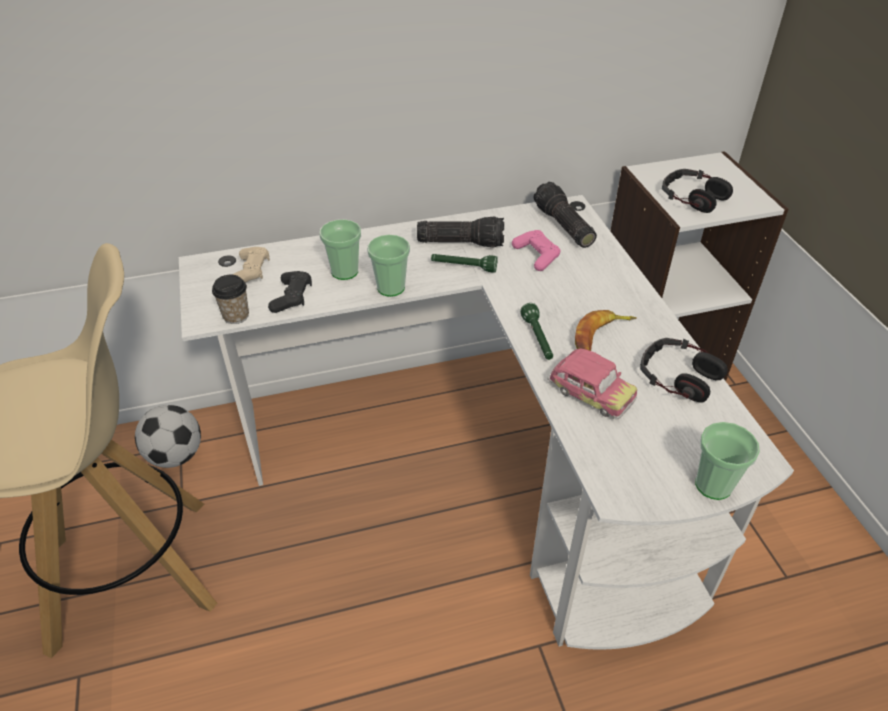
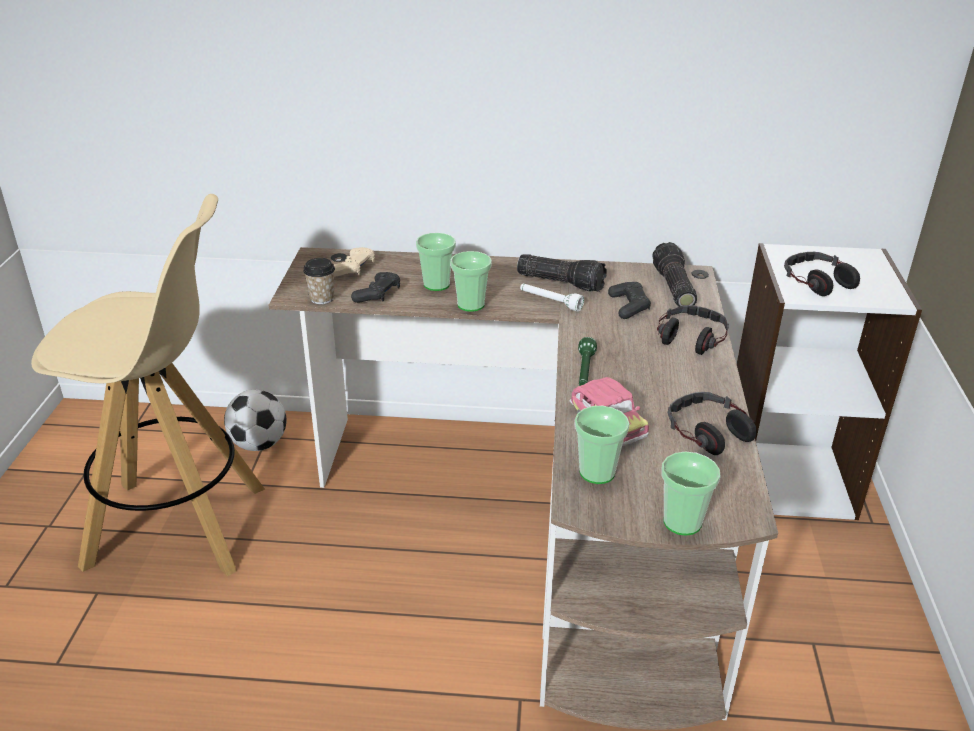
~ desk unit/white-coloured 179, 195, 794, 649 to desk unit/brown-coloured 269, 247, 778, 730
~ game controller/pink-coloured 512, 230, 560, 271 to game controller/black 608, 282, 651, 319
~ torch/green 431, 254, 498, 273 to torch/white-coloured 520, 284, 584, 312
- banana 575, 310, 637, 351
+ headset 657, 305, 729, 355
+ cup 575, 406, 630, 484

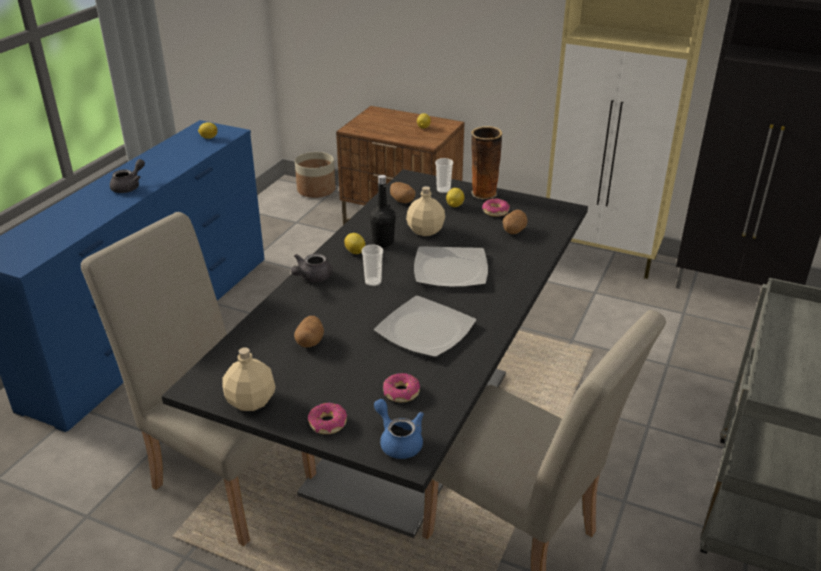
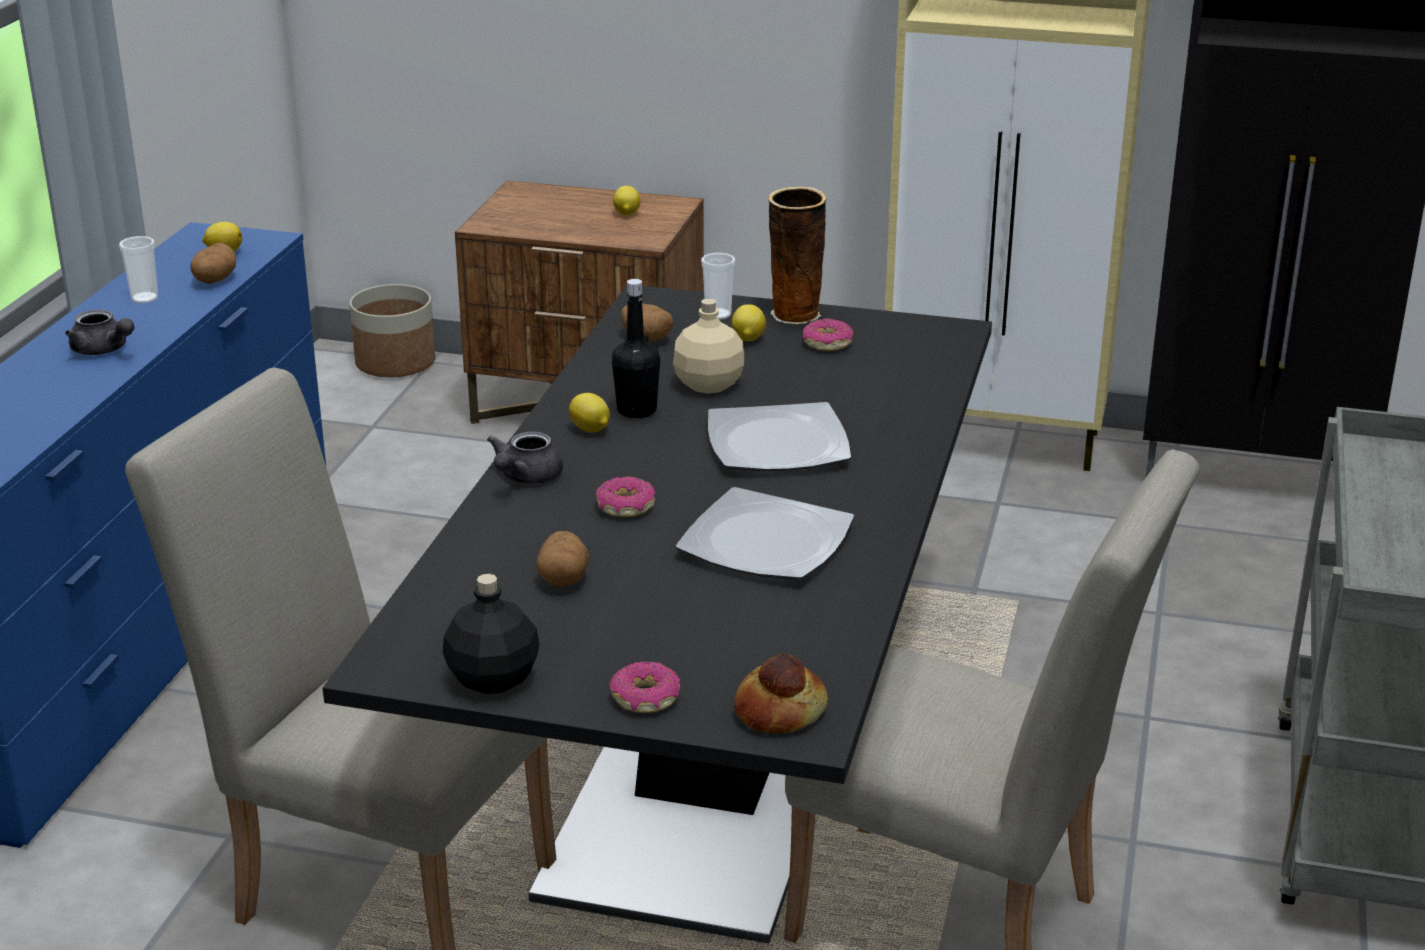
~ teapot/greyish 110, 159, 145, 193 = 65, 310, 134, 355 105 degrees clockwise
~ potato 503, 210, 528, 234 to 191, 243, 237, 284
~ cup 361, 245, 383, 286 to 119, 236, 158, 303
~ drink bottle/sand-coloured 222, 347, 276, 411 to drink bottle/black 443, 574, 540, 694
~ ring doughnut 383, 373, 420, 402 to 596, 476, 655, 517
~ teapot/blue 374, 399, 424, 459 to bakery bread 734, 653, 828, 733

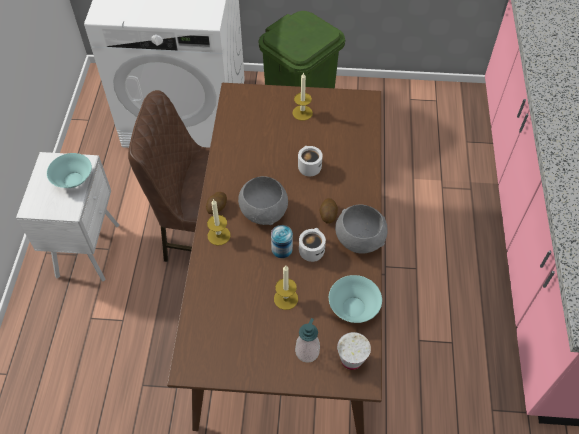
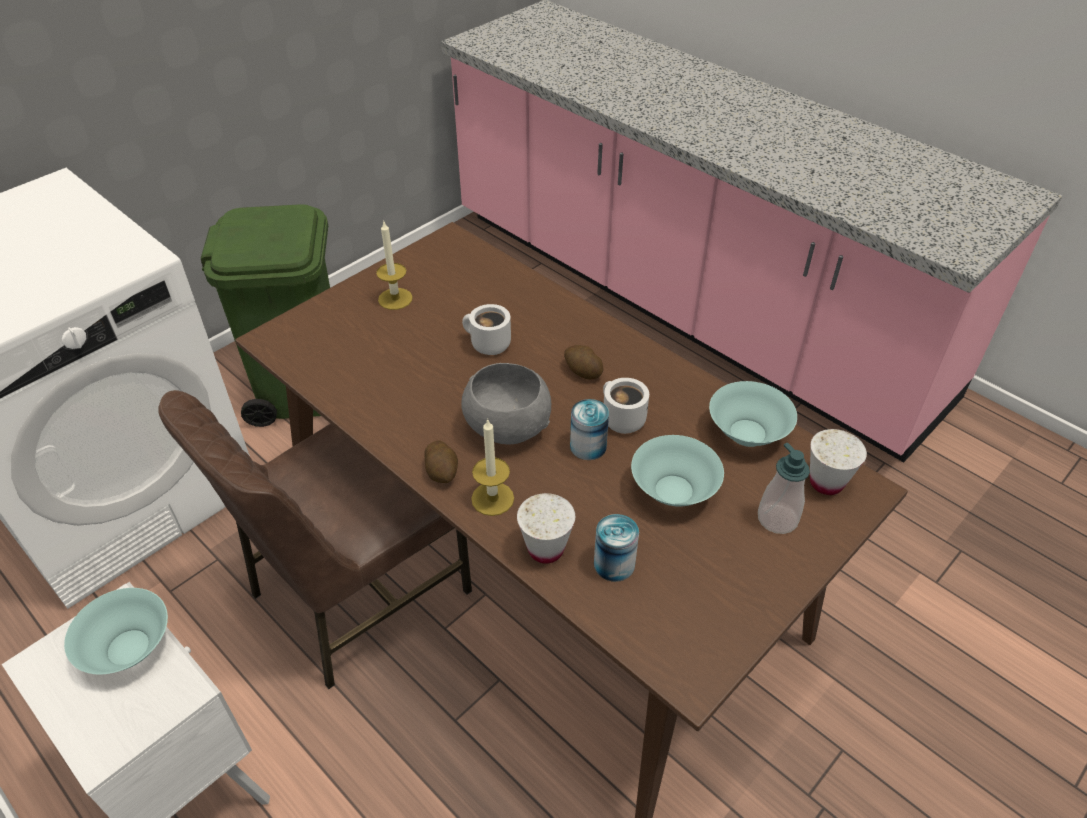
- serving bowl/greyish 335, 204, 388, 254
~ candle 274, 266, 298, 310 to serving bowl/turquoise 631, 435, 724, 507
+ cup/white-coloured 517, 493, 575, 564
+ can 594, 514, 639, 582

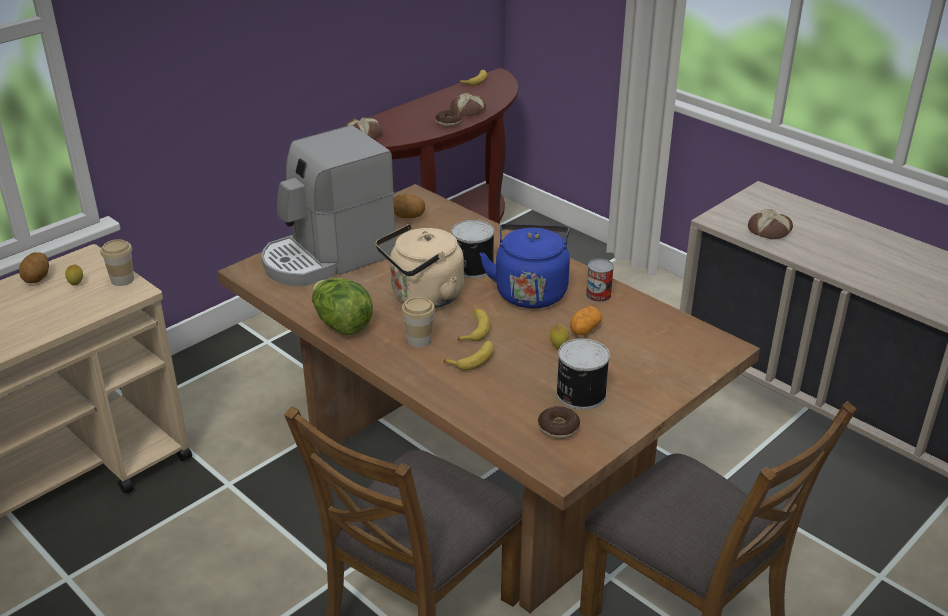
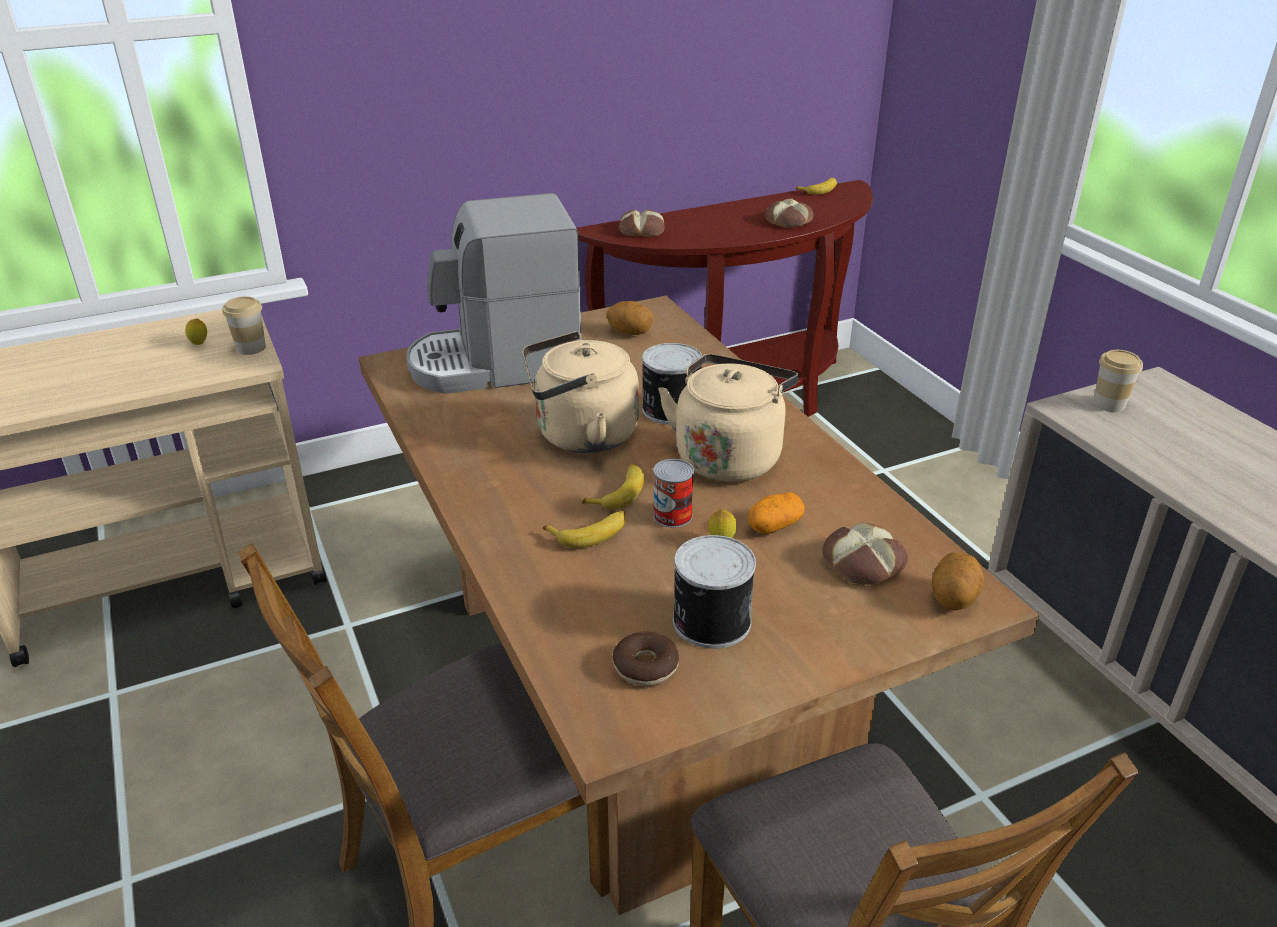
- ring doughnut 435, 110, 462, 127
~ bakery bread 748, 209, 793, 239 to 823, 523, 908, 585
~ water kettle/blue 480, 224, 570, 309 to water kettle/sand-coloured 658, 354, 799, 482
~ potato 19, 252, 49, 283 to 932, 552, 984, 611
~ can 586, 259, 614, 302 to 653, 459, 694, 528
- head of lettuce 312, 278, 373, 335
~ cup 402, 297, 435, 348 to 1093, 350, 1143, 412

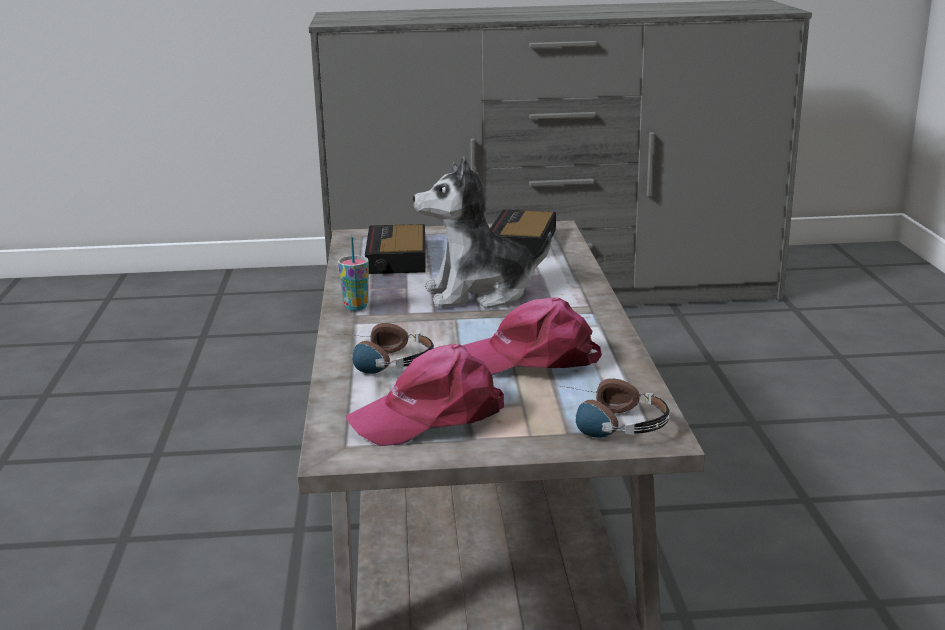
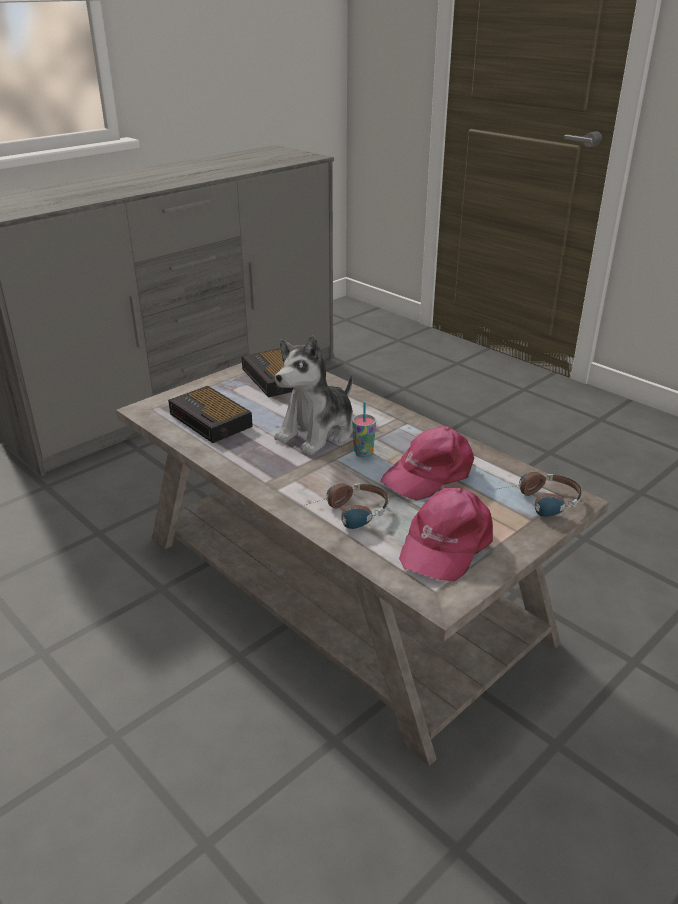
~ cup 338, 237, 369, 311 to 352, 402, 376, 457

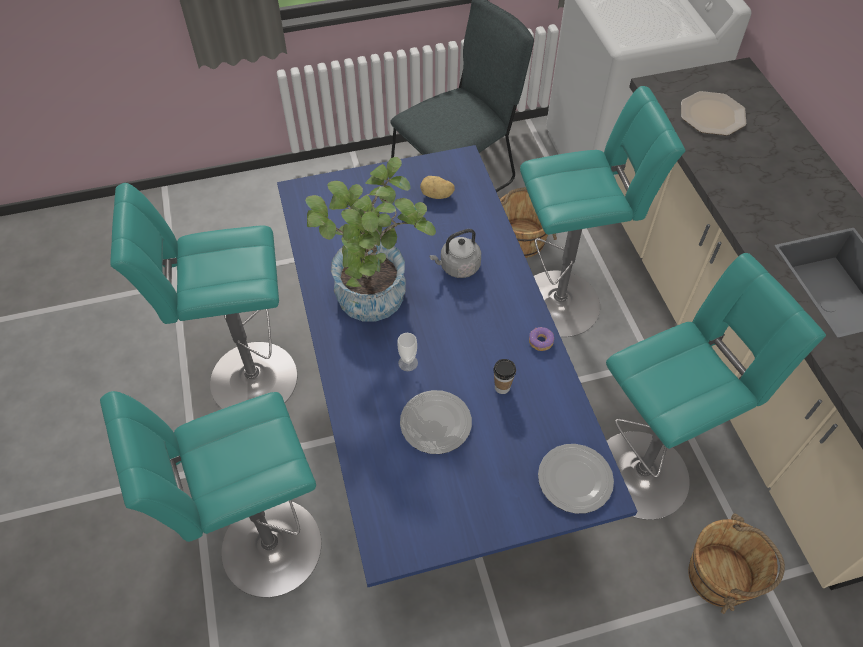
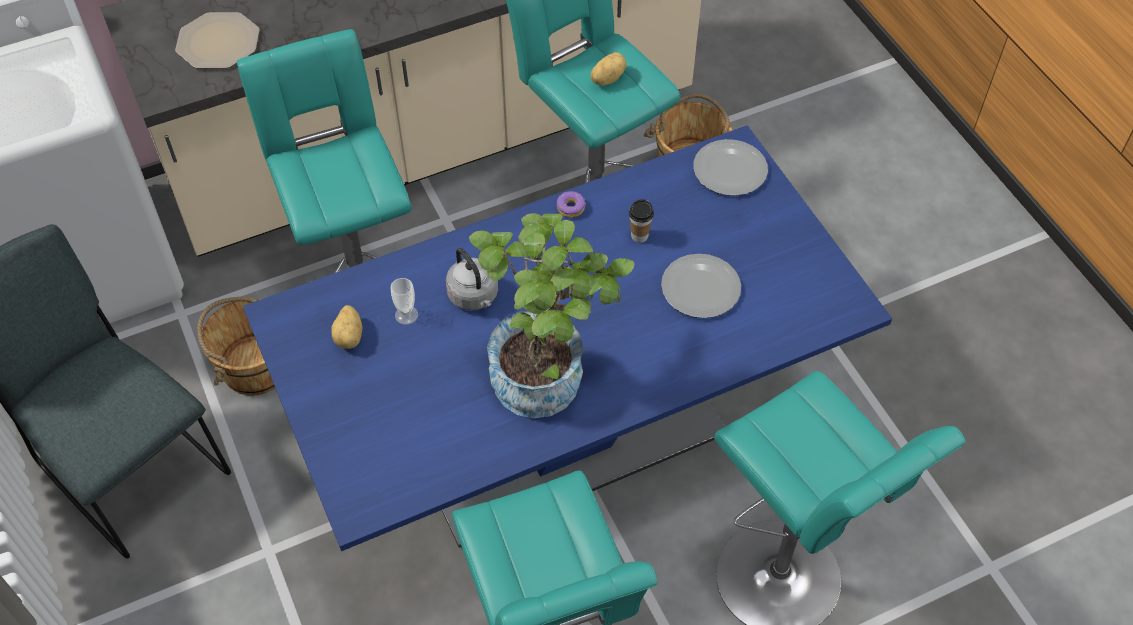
~ cup 398, 333, 418, 371 to 391, 278, 418, 325
+ potato 590, 52, 626, 85

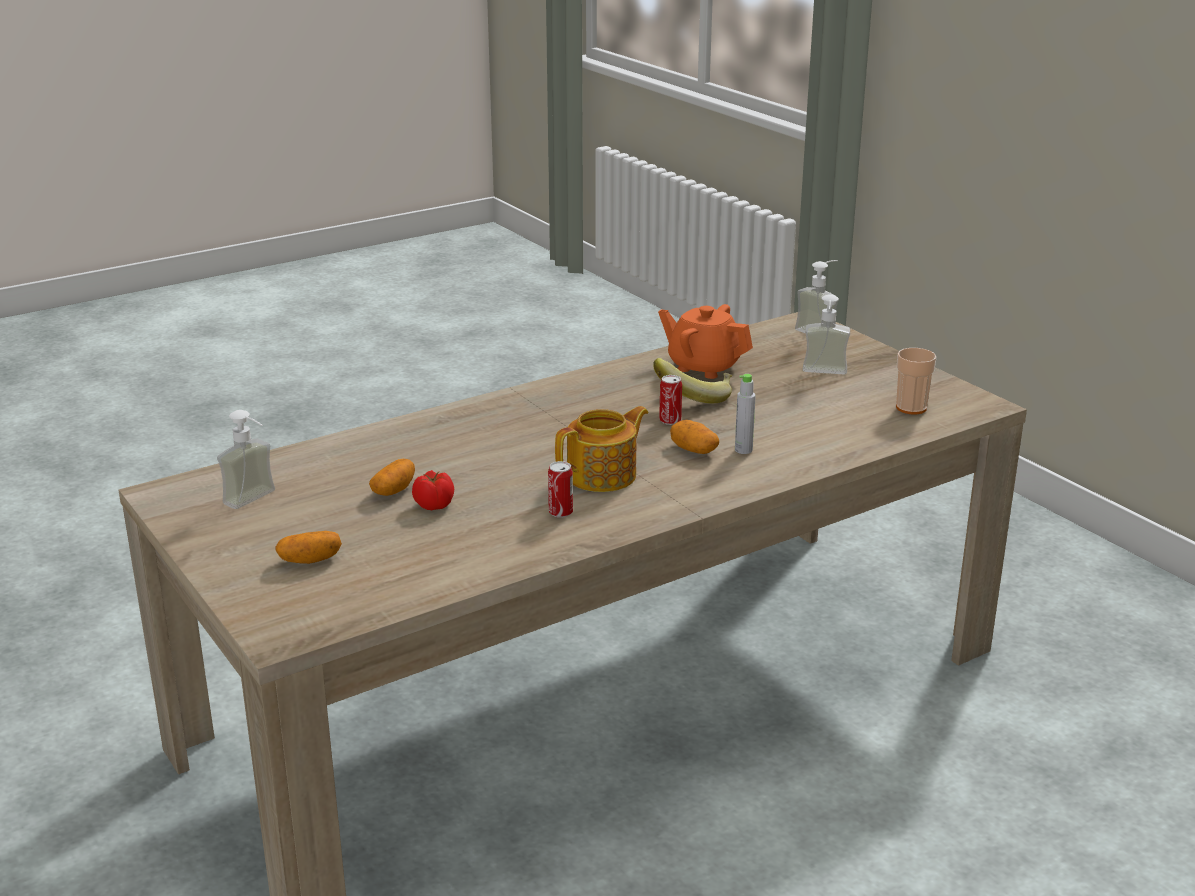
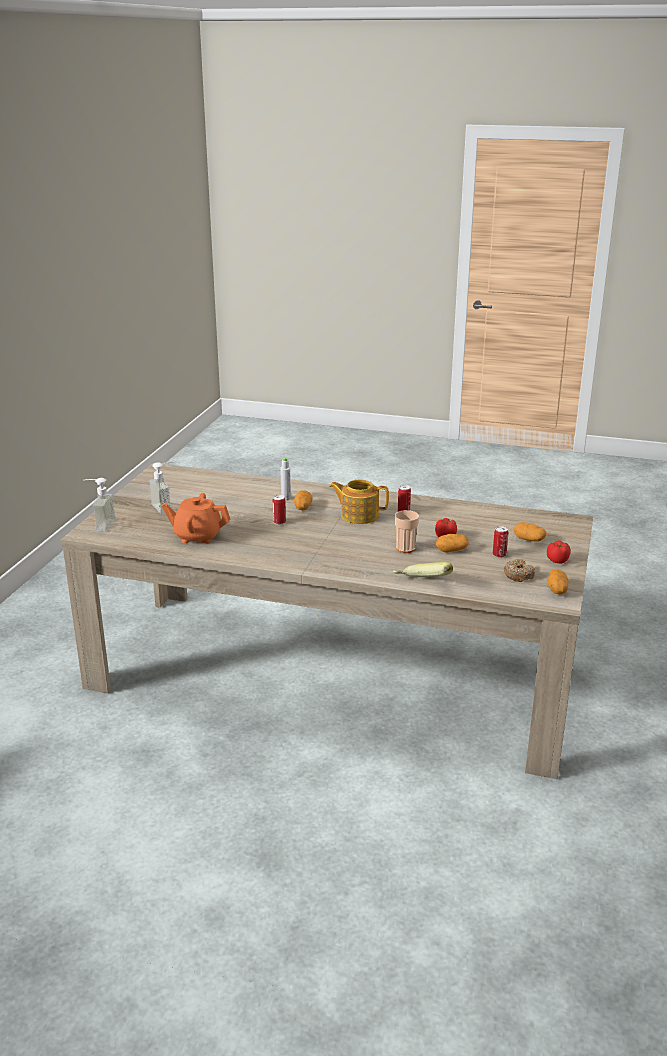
~ teapot/orange-coloured 658, 304, 753, 379 = 162, 493, 230, 544 105 degrees clockwise
~ cup 896, 348, 937, 414 to 395, 510, 419, 553
~ banana 654, 358, 732, 404 to 393, 562, 453, 577
~ soap bottle 217, 410, 275, 509 to ring doughnut 504, 559, 535, 582
+ can 493, 526, 508, 558
+ whole tomato 547, 540, 571, 564
+ potato 548, 569, 569, 594

